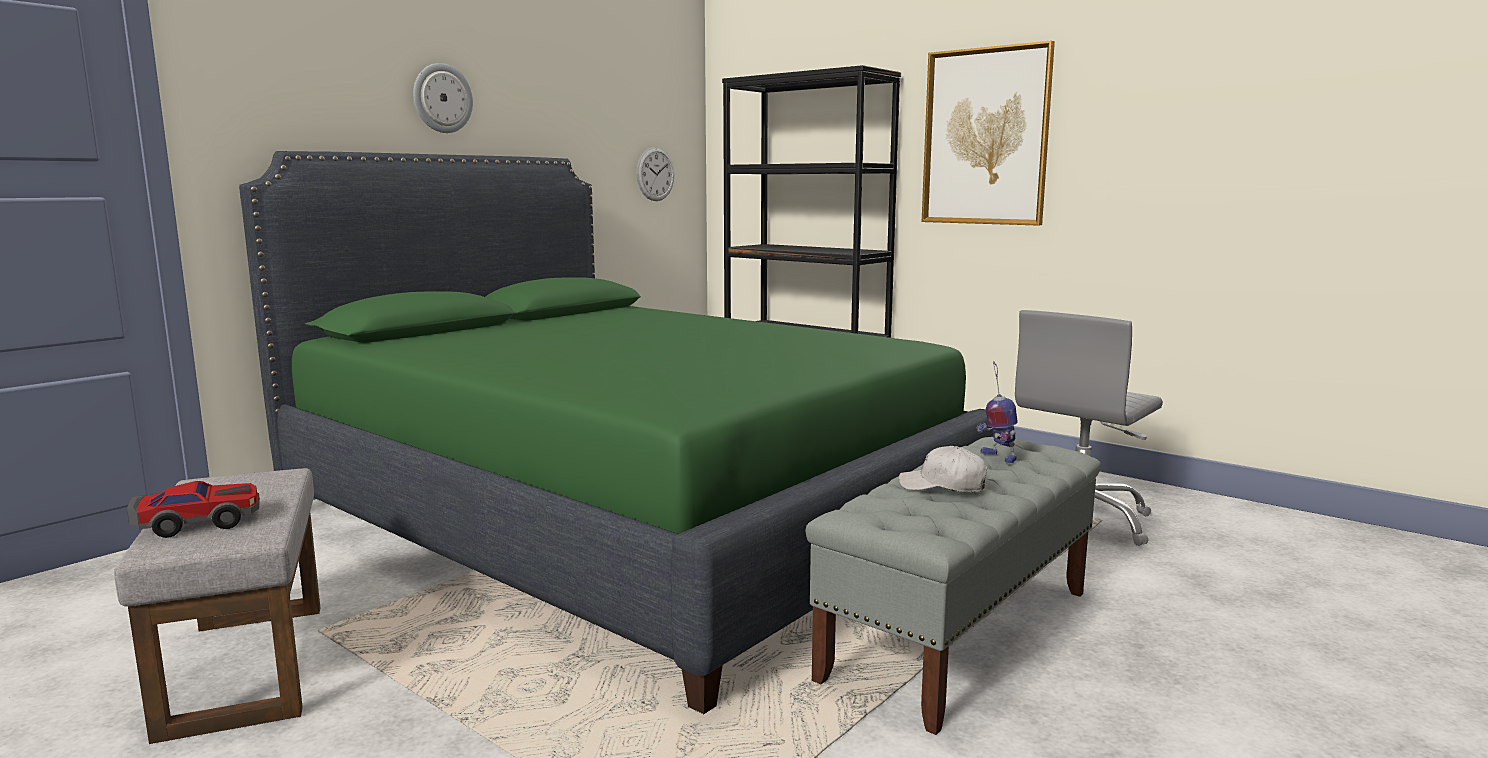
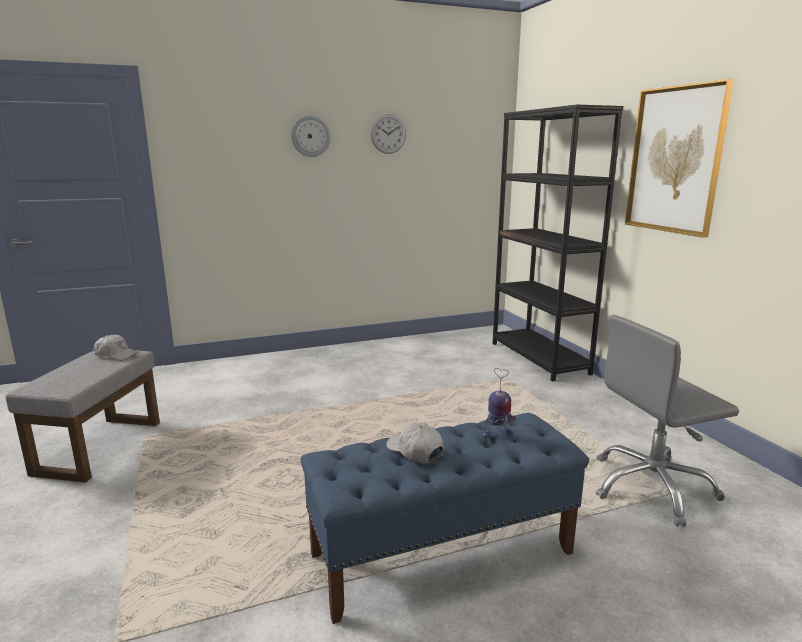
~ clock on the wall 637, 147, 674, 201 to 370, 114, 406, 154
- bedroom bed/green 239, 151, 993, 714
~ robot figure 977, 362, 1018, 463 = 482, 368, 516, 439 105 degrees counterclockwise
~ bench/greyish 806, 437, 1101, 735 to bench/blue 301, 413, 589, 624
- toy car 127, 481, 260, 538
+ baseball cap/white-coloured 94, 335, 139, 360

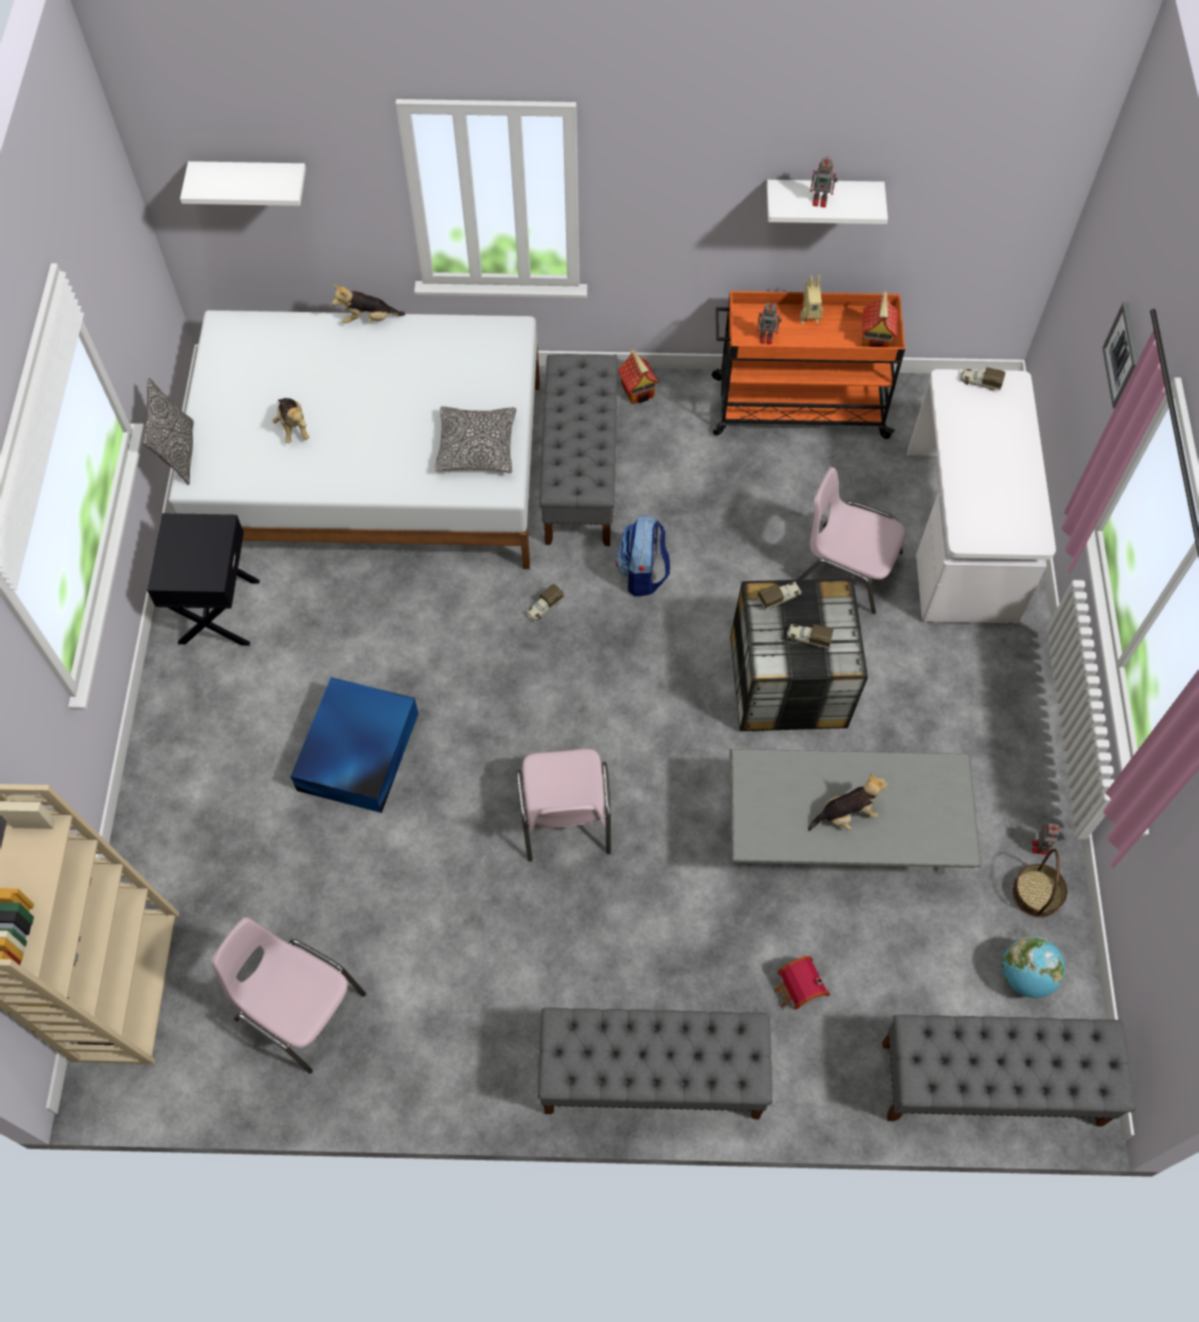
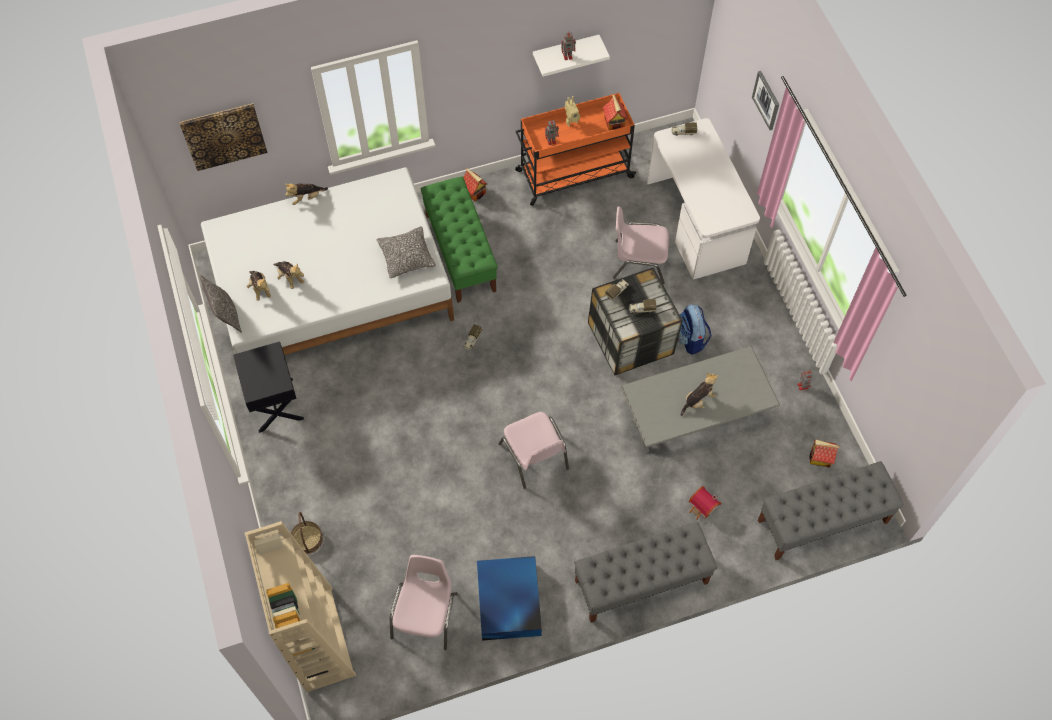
~ bracket shelf/white-coloured 180, 161, 306, 206 to wall art 179, 103, 268, 171
~ bench/greyish 539, 354, 618, 546 to bench/green 421, 177, 498, 303
~ knapsack 616, 515, 670, 596 to 678, 304, 711, 355
~ storage box/blue 290, 677, 419, 813 to 477, 556, 542, 641
~ basket 1012, 849, 1067, 918 to 291, 512, 323, 554
~ plain chair/pink-coloured 211, 917, 366, 1074 = 390, 555, 458, 650 90 degrees clockwise
~ world globe 1002, 936, 1065, 998 to toy house 809, 440, 840, 468
+ soft toy 247, 271, 271, 301

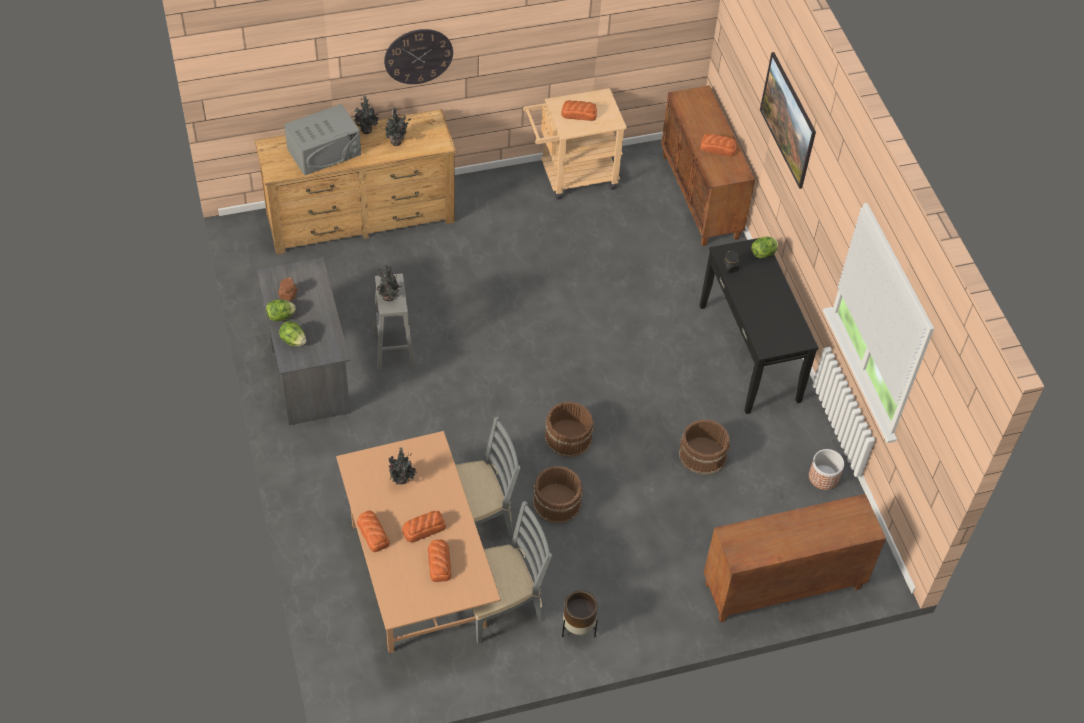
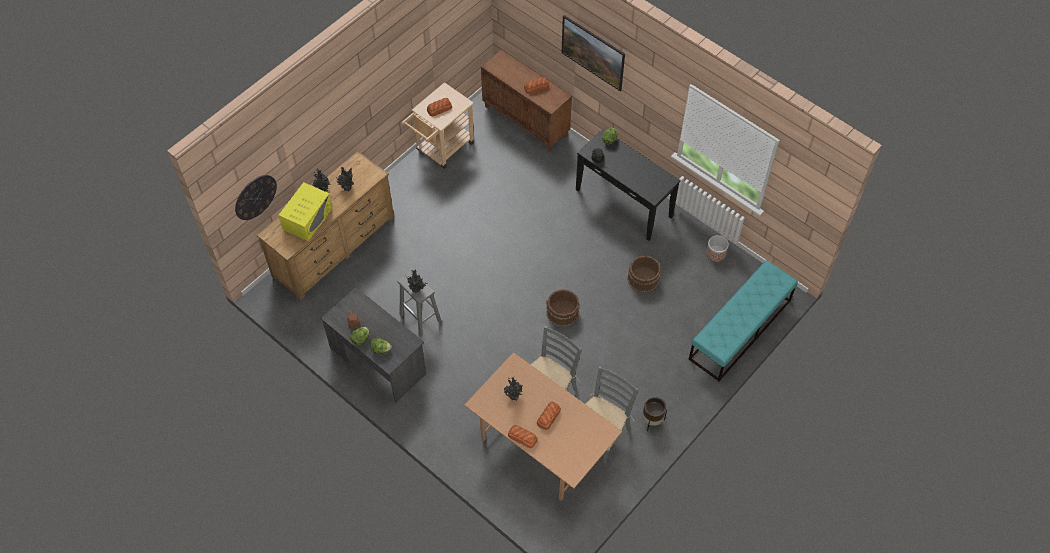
~ clock on the wall 384, 29, 453, 84 to 235, 175, 277, 220
~ microwave/greyish 284, 104, 361, 176 to microwave/yellowish 278, 182, 332, 241
- pail/brown-coloured 533, 466, 583, 524
~ cupboard/brown-coloured 704, 494, 886, 622 to bench/turquoise 689, 260, 798, 381
- bakery bread 428, 540, 451, 582

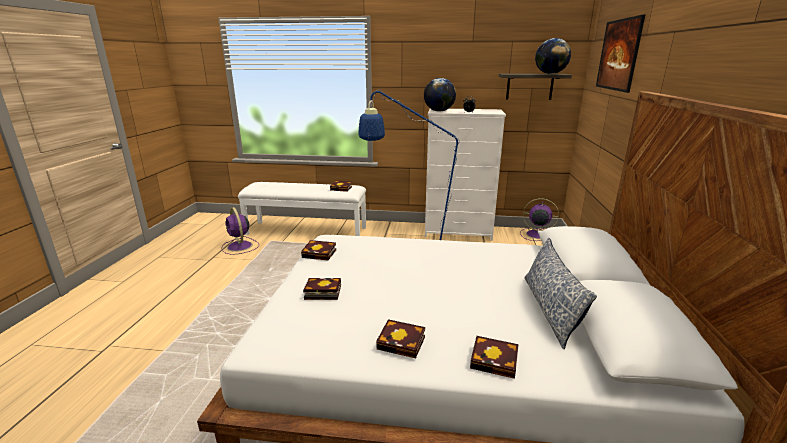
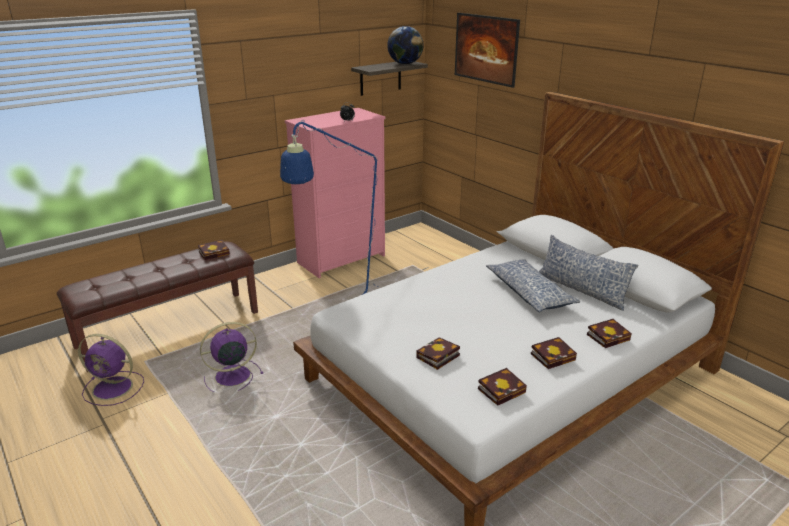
- world globe 424, 78, 456, 112
~ dresser/white-coloured 425, 109, 506, 241 to dresser/pink-coloured 285, 108, 385, 278
~ bench/white-coloured 238, 182, 366, 236 to bench/brown-coloured 57, 242, 258, 372
~ fan/purplish 520, 198, 559, 241 to 200, 322, 263, 392
~ volume 301, 240, 336, 260 to 478, 368, 527, 405
+ cushion 486, 259, 580, 313

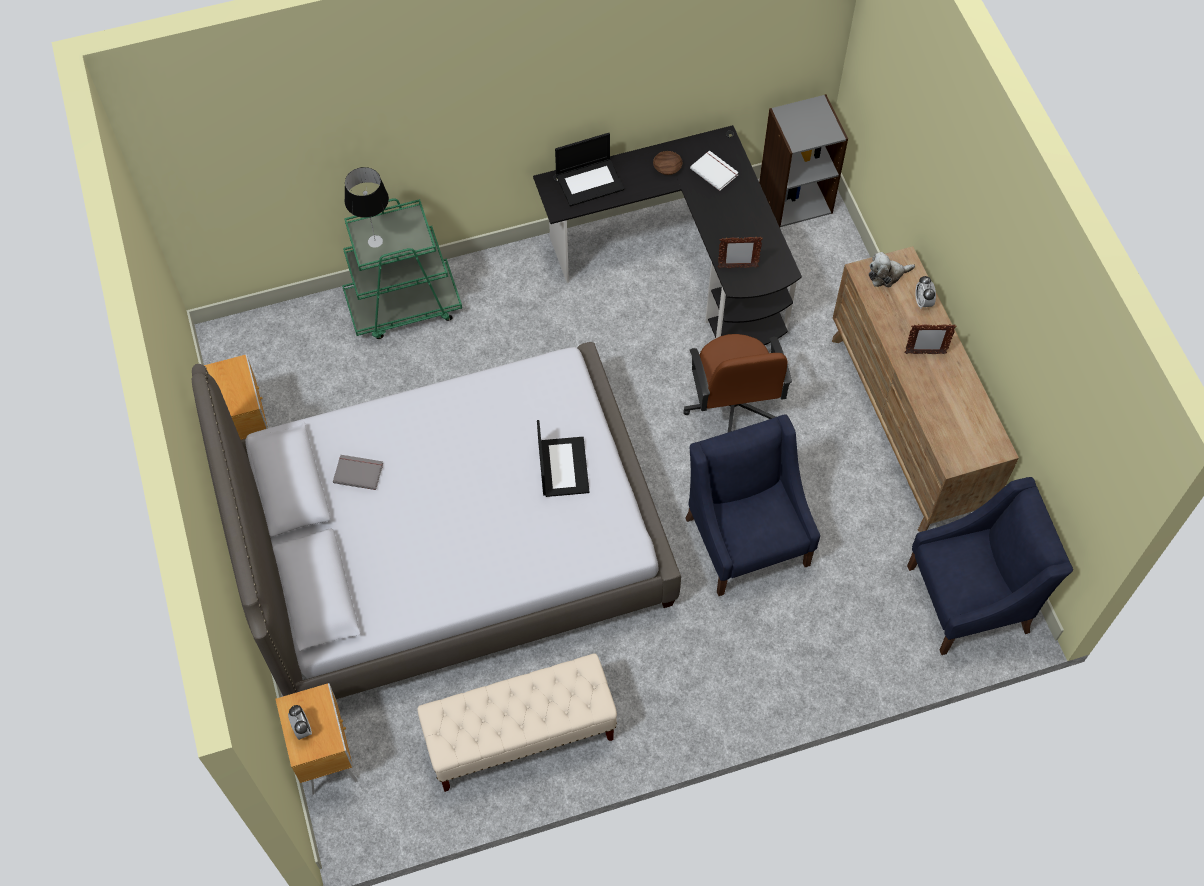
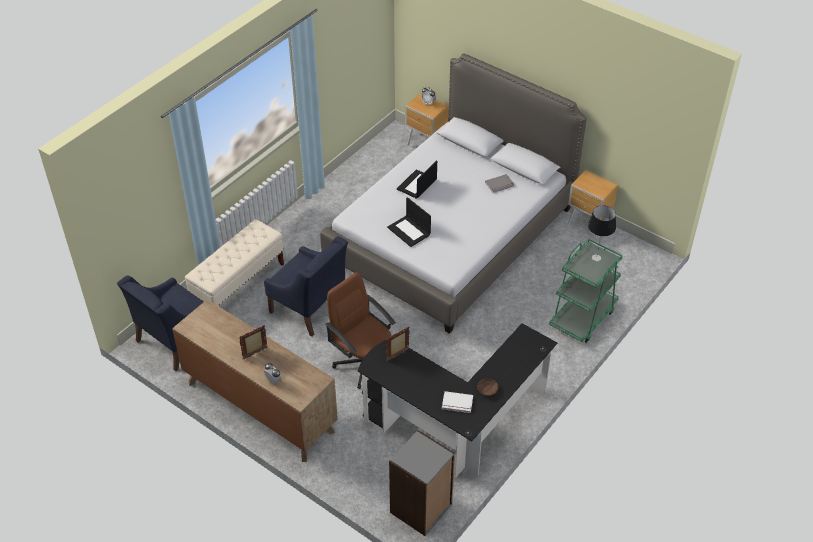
~ portable computer 555, 133, 624, 207 to 397, 161, 437, 199
- soft toy 869, 252, 915, 287
~ bench/sand-coloured 417, 653, 617, 792 to 185, 219, 284, 306

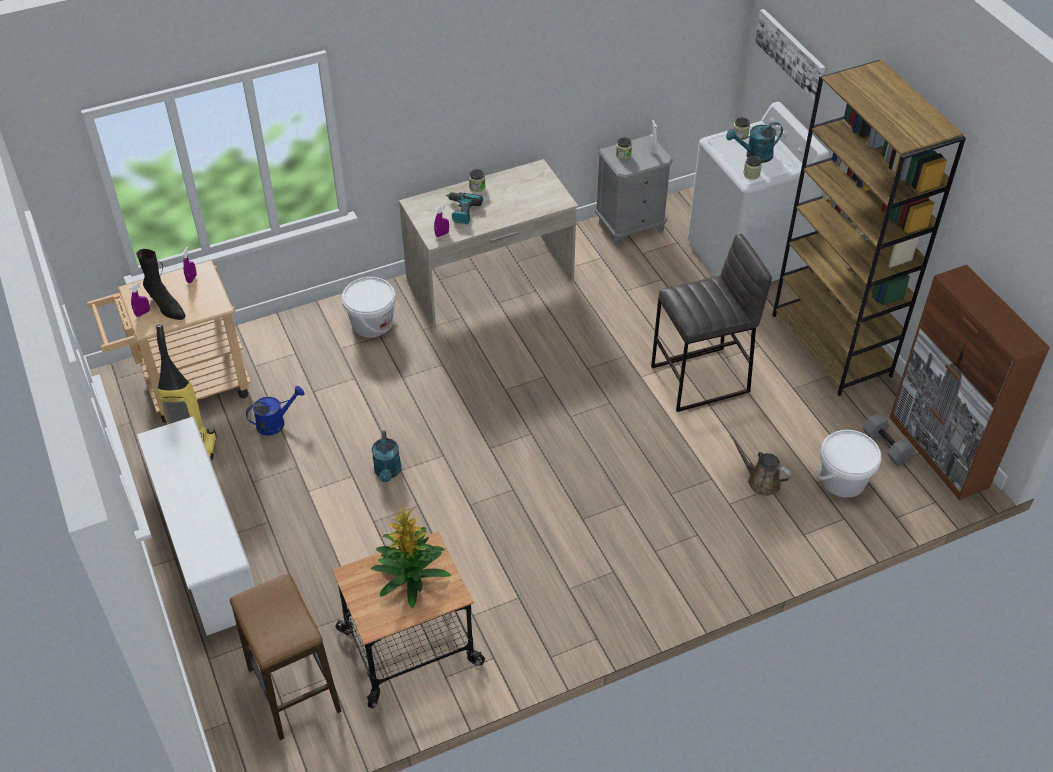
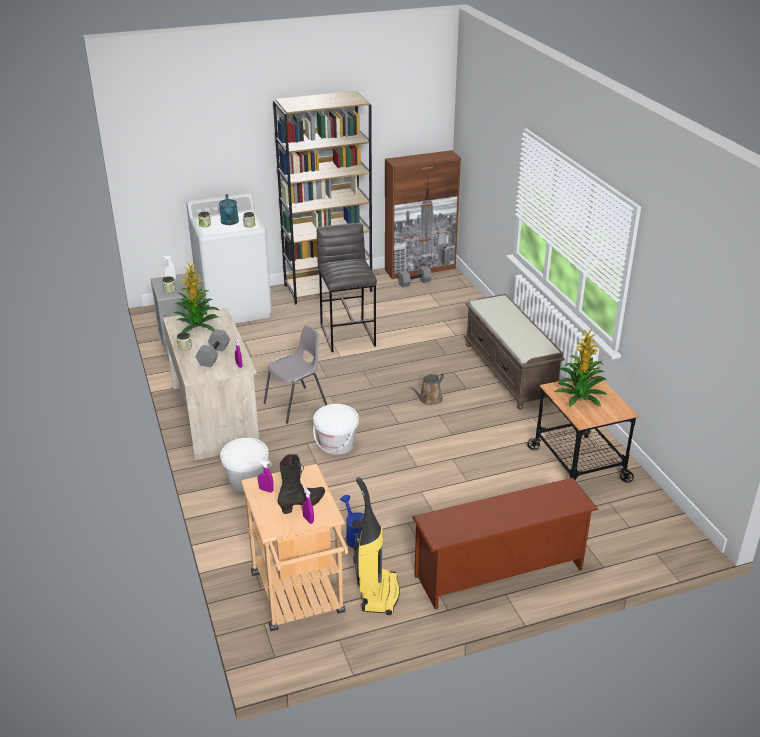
- wall art 755, 9, 825, 101
~ power drill 446, 192, 483, 224 to free weight/greyish 196, 329, 230, 367
~ shoe shelf/white-coloured 137, 416, 255, 636 to shoe shelf/brown-coloured 412, 478, 599, 610
- sprinkling can/turquoise 372, 430, 401, 482
~ pail/white-coloured 817, 430, 882, 498 to 313, 404, 359, 455
~ sprinkling can/brown-coloured 729, 434, 791, 496 to 409, 372, 444, 405
- sitting stool 230, 573, 342, 740
+ plant in a pot 174, 263, 219, 332
+ bench/brown-coloured 464, 294, 565, 410
+ plain chair/greyish 264, 325, 327, 423

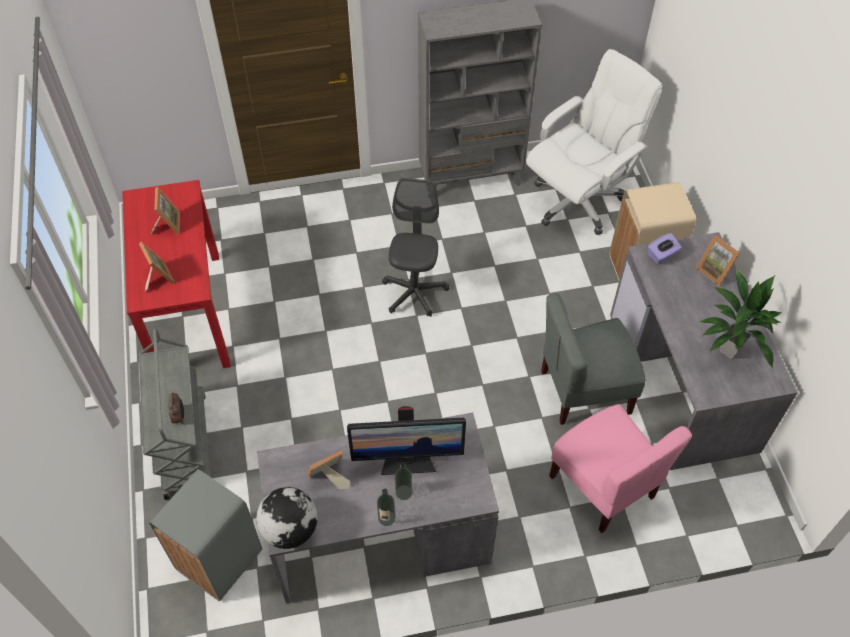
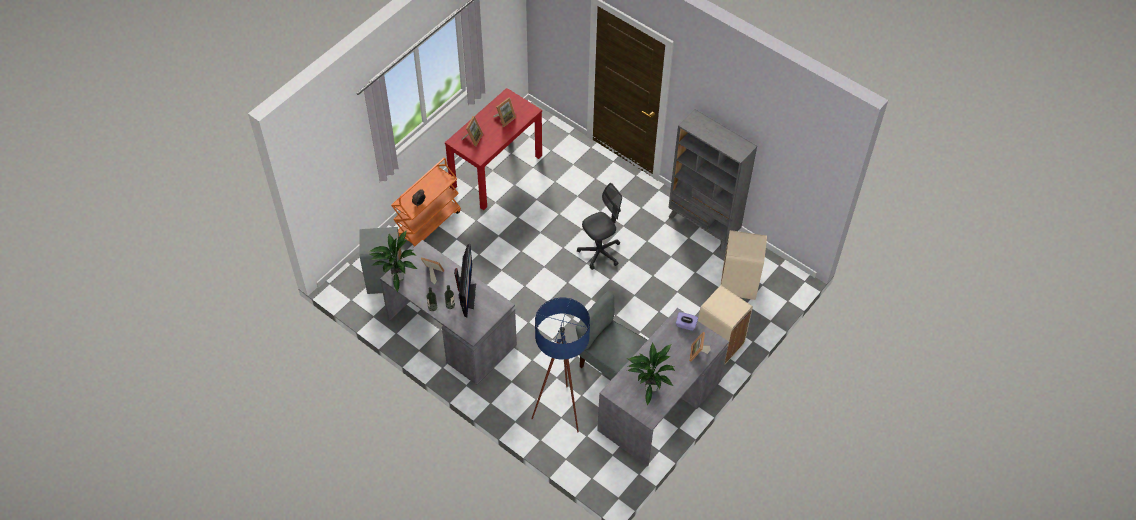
~ computer chair/white-coloured 526, 49, 663, 235 to waste bin/sand-coloured 720, 230, 767, 300
~ wheeled cart/greyish 139, 329, 210, 500 to wheeled cart/orange-coloured 391, 158, 461, 247
~ plain chair/pink-coloured 549, 404, 692, 533 to standard lamp/blue 531, 298, 590, 432
~ computer display 347, 406, 466, 475 = 454, 244, 476, 317 135 degrees counterclockwise
~ world globe 256, 487, 317, 549 to plant in a pot 369, 230, 417, 293

